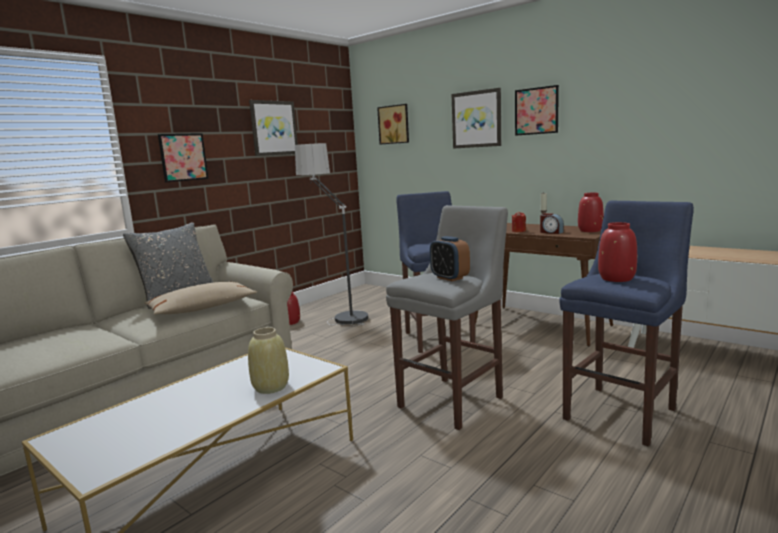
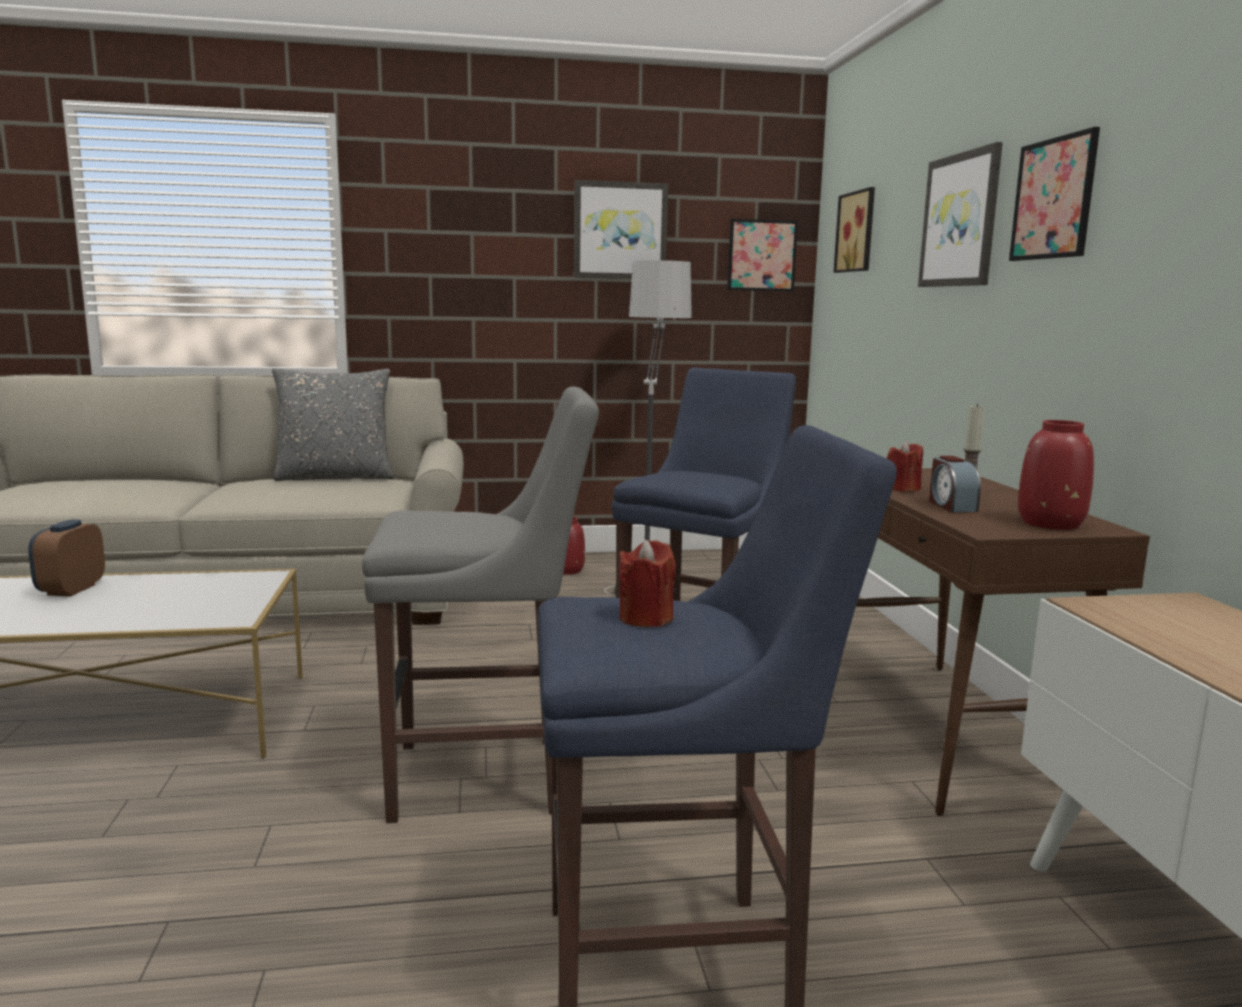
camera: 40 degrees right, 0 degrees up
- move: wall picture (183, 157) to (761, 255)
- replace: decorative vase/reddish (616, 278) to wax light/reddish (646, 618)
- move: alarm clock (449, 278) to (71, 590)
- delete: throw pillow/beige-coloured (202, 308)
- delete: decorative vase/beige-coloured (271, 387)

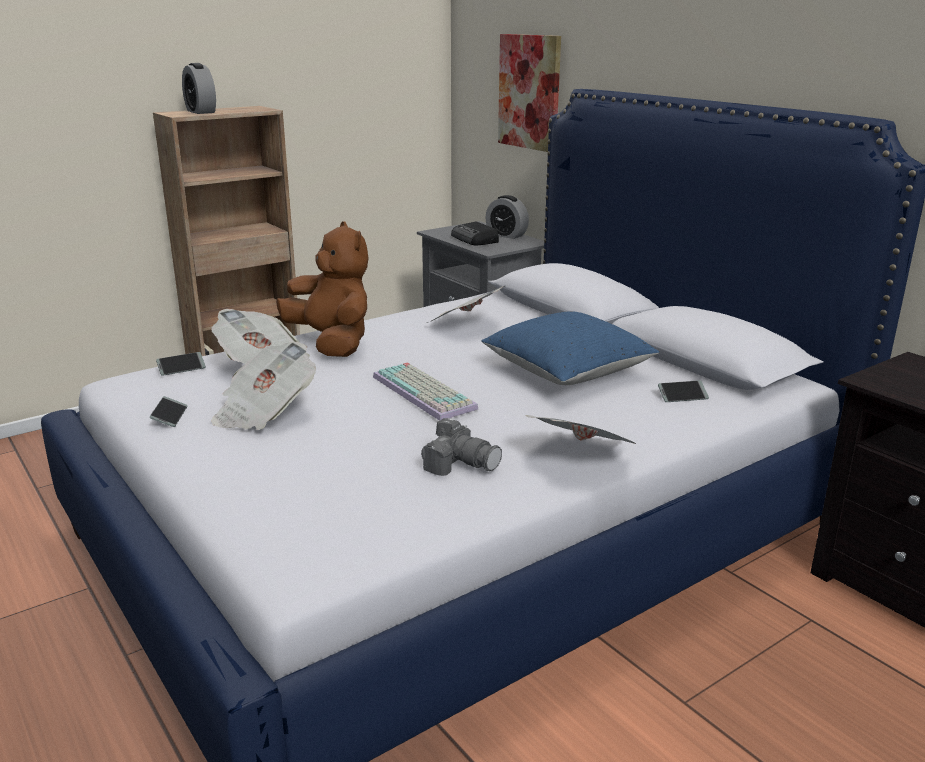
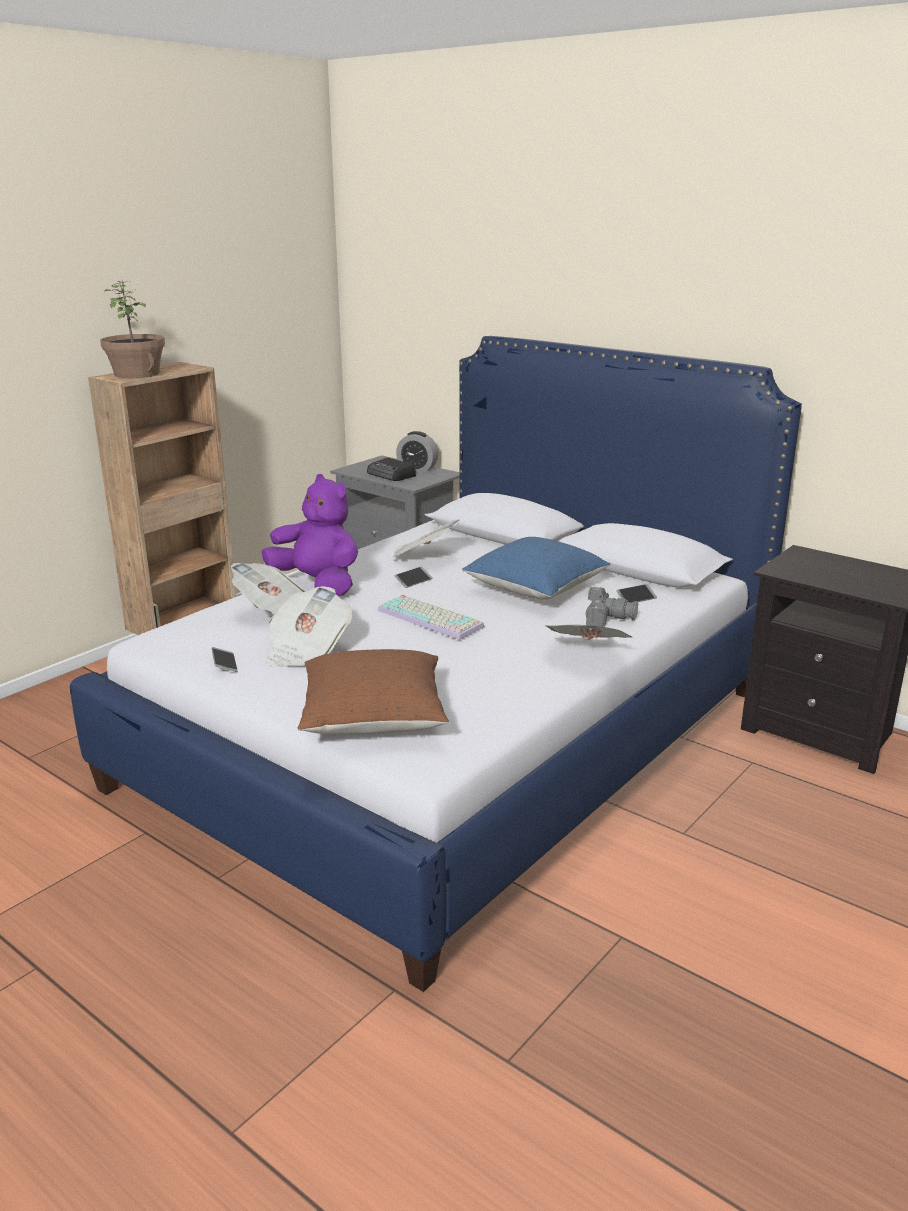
camera: 15 degrees left, 0 degrees up
- delete: wall picture (530, 92)
- replace: alarm clock (201, 112) to potted plant (137, 374)
- recolor: cuddly toy/brown (332, 343) to cuddly toy/purplish (318, 585)
- move: phone (181, 368) to (413, 581)
- move: still camera (460, 464) to (607, 618)
- insert: throw pillow/brown (373, 718)

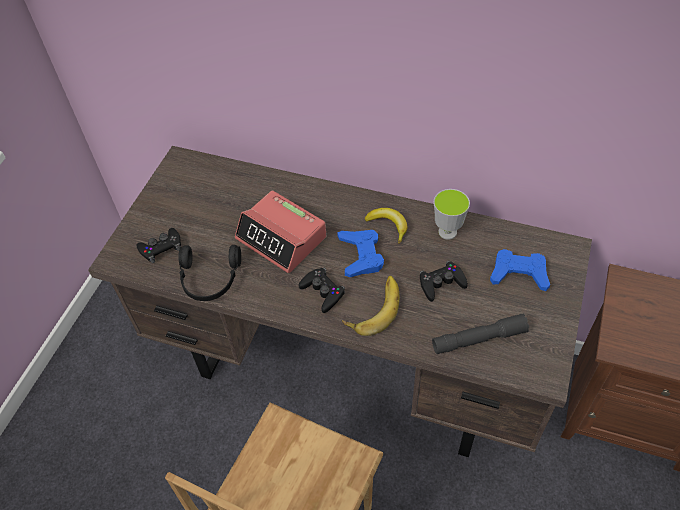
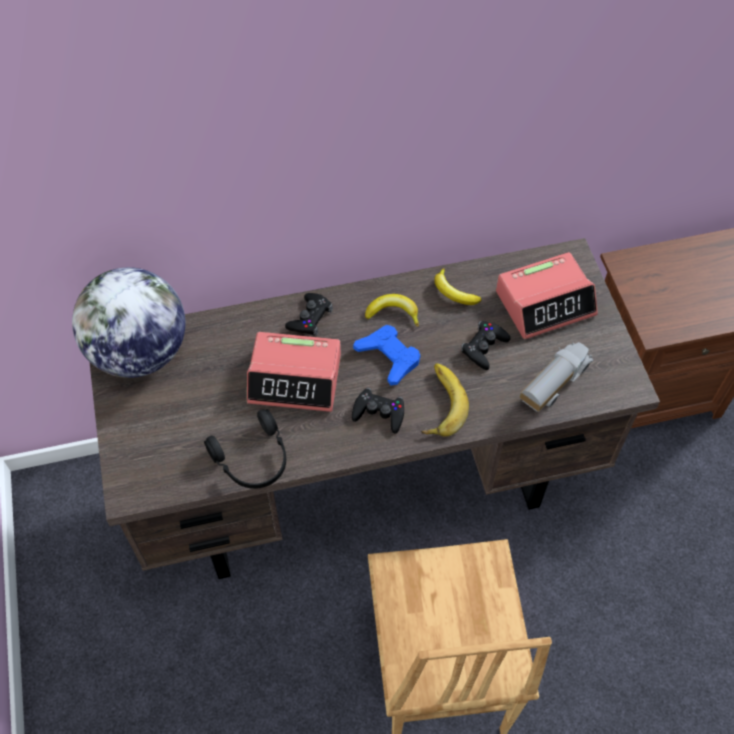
camera: 35 degrees left, 5 degrees up
- replace: cup (447, 232) to banana fruit (454, 292)
- move: game controller/black (161, 248) to (310, 318)
- replace: game controller/blue-coloured (519, 273) to alarm clock (545, 303)
- replace: flashlight/greyish (479, 339) to model truck (553, 383)
- insert: desk globe (139, 353)

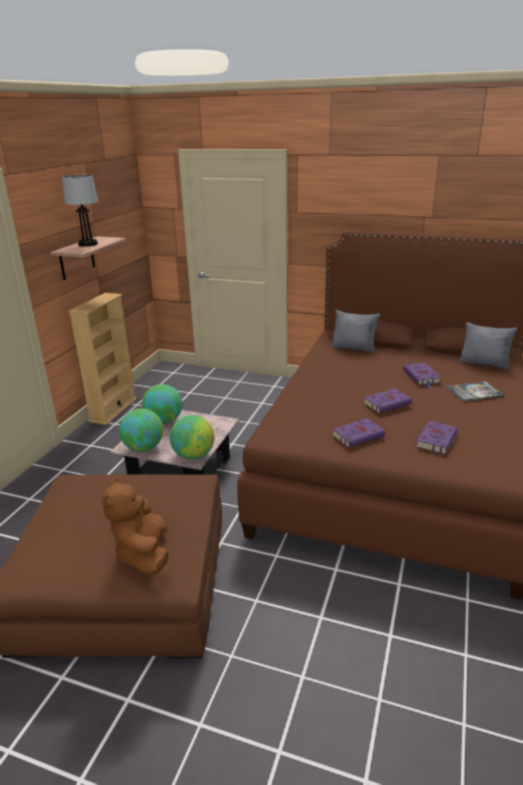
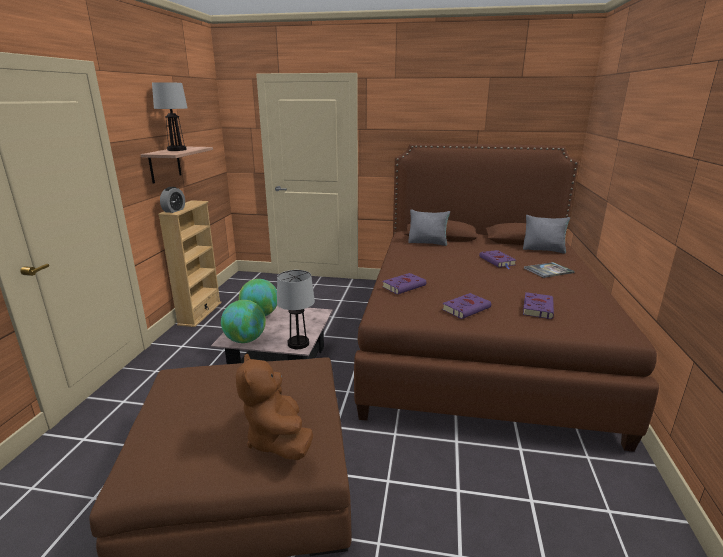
camera: 10 degrees left, 5 degrees down
- move: volume/purplish (388, 403) to (404, 286)
- replace: desk globe (193, 455) to tabletop lamp (298, 343)
- insert: alarm clock (174, 210)

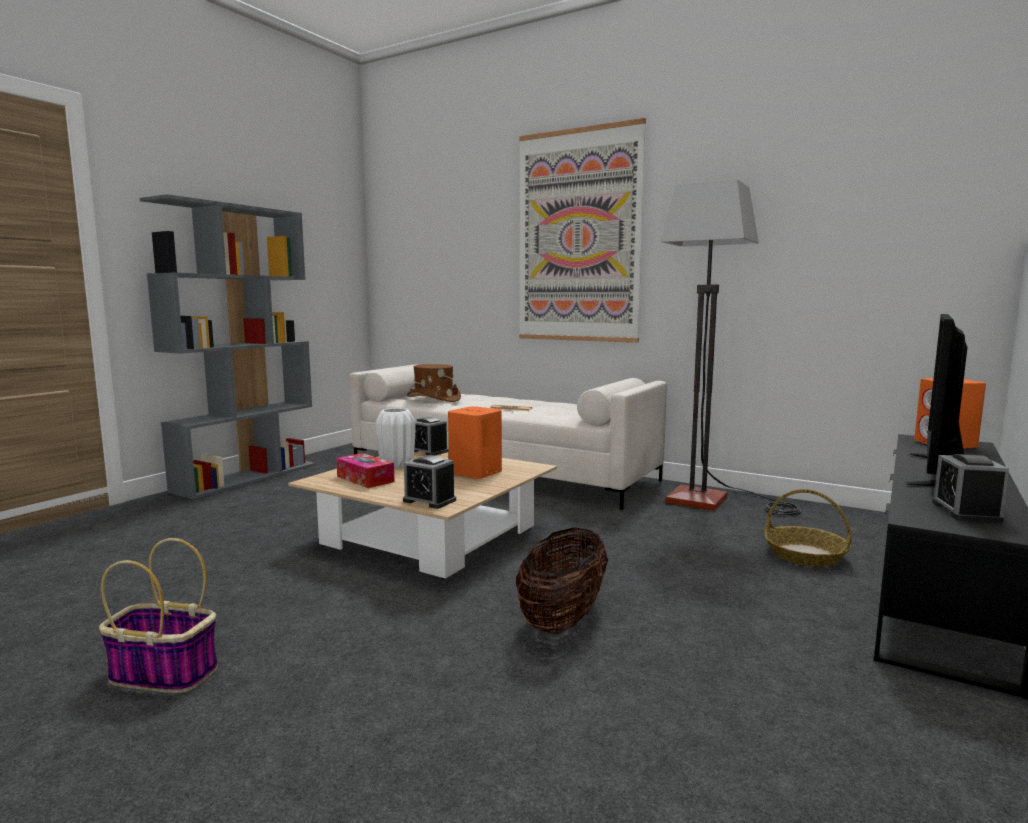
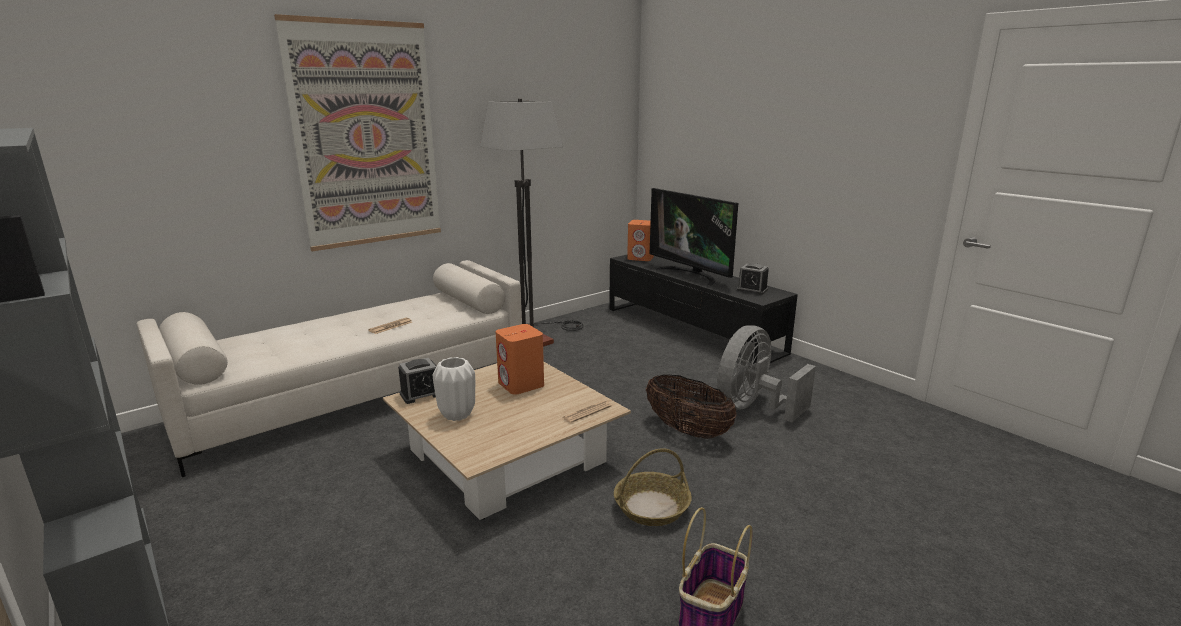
camera: 70 degrees left, 10 degrees up
- delete: clothing hat/brown (433, 399)
- delete: tissue box (365, 479)
- replace: alarm clock (429, 500) to newspaper (587, 412)
- move: storage basket (804, 555) to (651, 507)
- insert: cooling fan/greyish (753, 408)

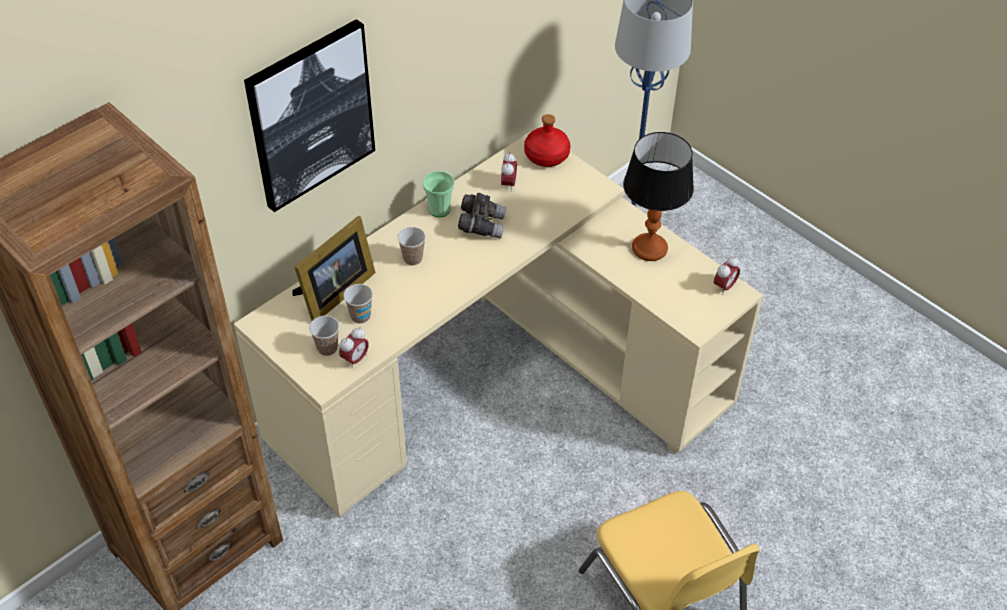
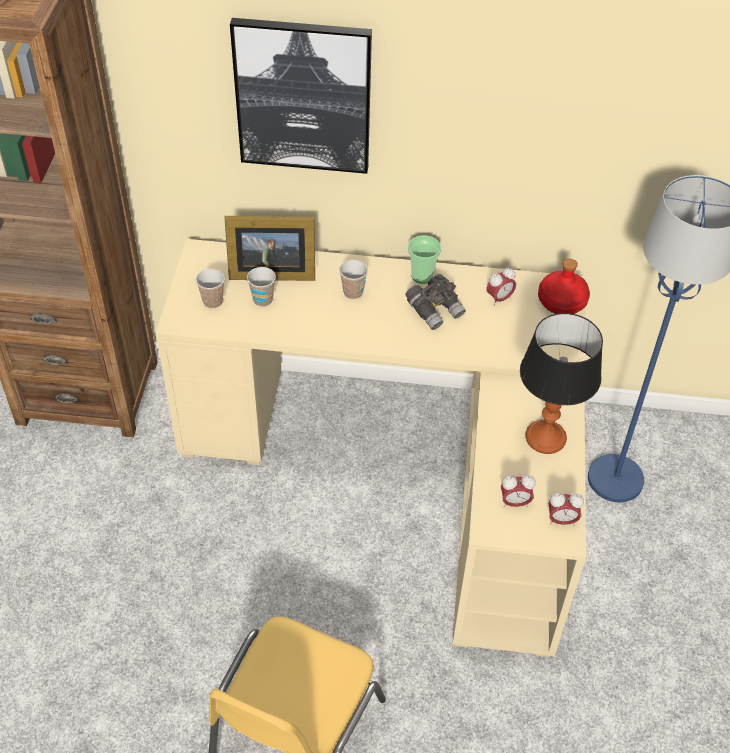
camera: 50 degrees right, 0 degrees up
- move: alarm clock (355, 359) to (514, 502)

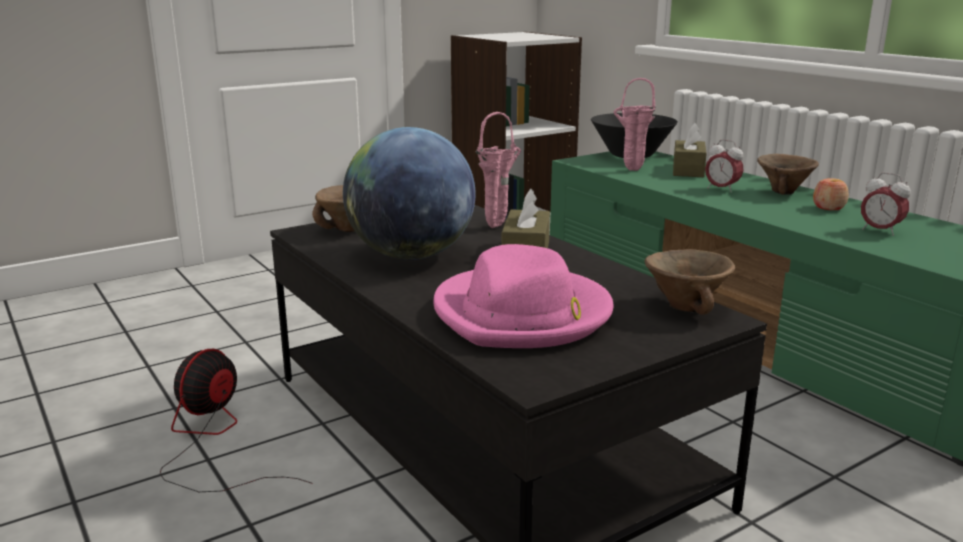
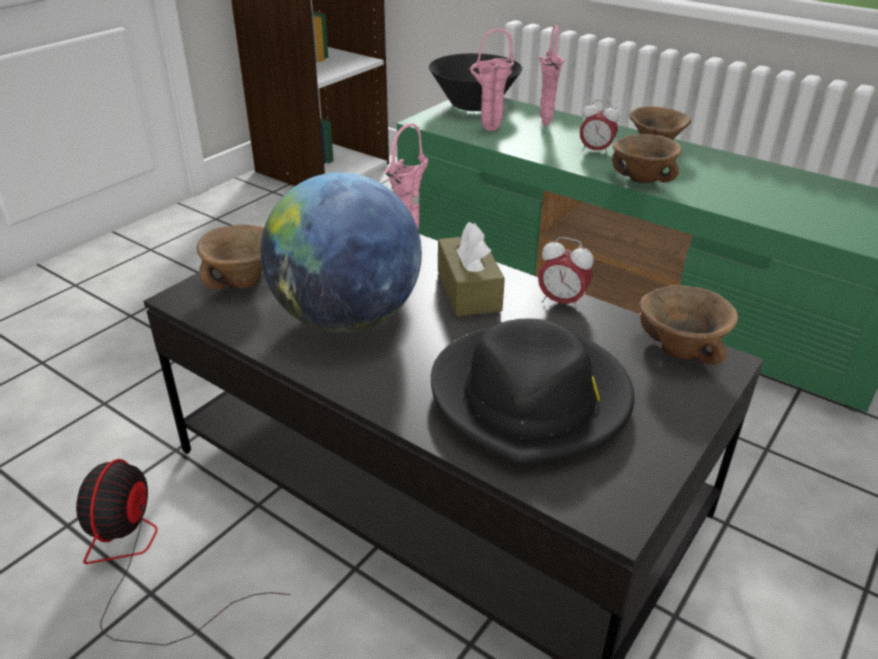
camera: 20 degrees left, 15 degrees up
- replace: tissue box/brown (688, 170) to decorative vase/pink-coloured (544, 123)
- move: alarm clock (880, 231) to (561, 302)
- delete: whole apple (828, 208)
- recolor: clothing hat/pink-coloured (523, 314) to clothing hat/black (531, 398)
- insert: bowl/brown (643, 180)

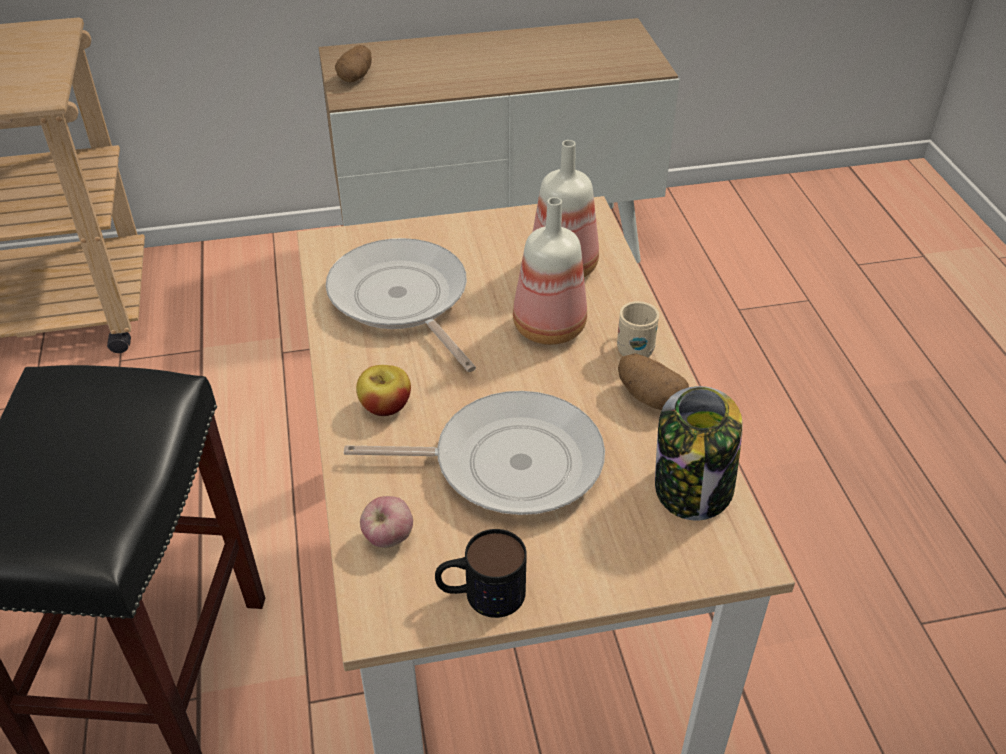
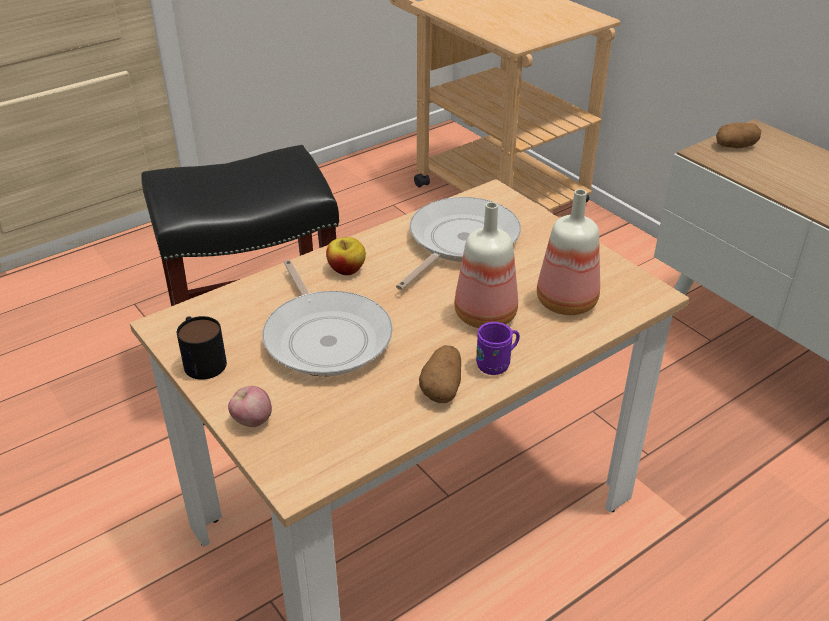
camera: 65 degrees right, 5 degrees down
- recolor: mug/beige-coloured (633, 347) to mug/purplish (497, 364)
- delete: jar (693, 489)
- move: whole apple (388, 538) to (252, 421)

